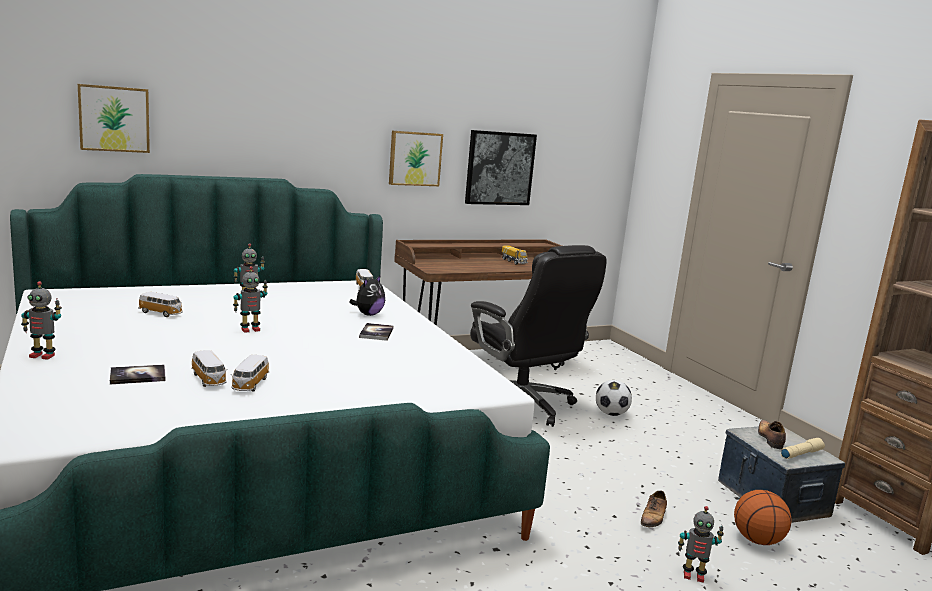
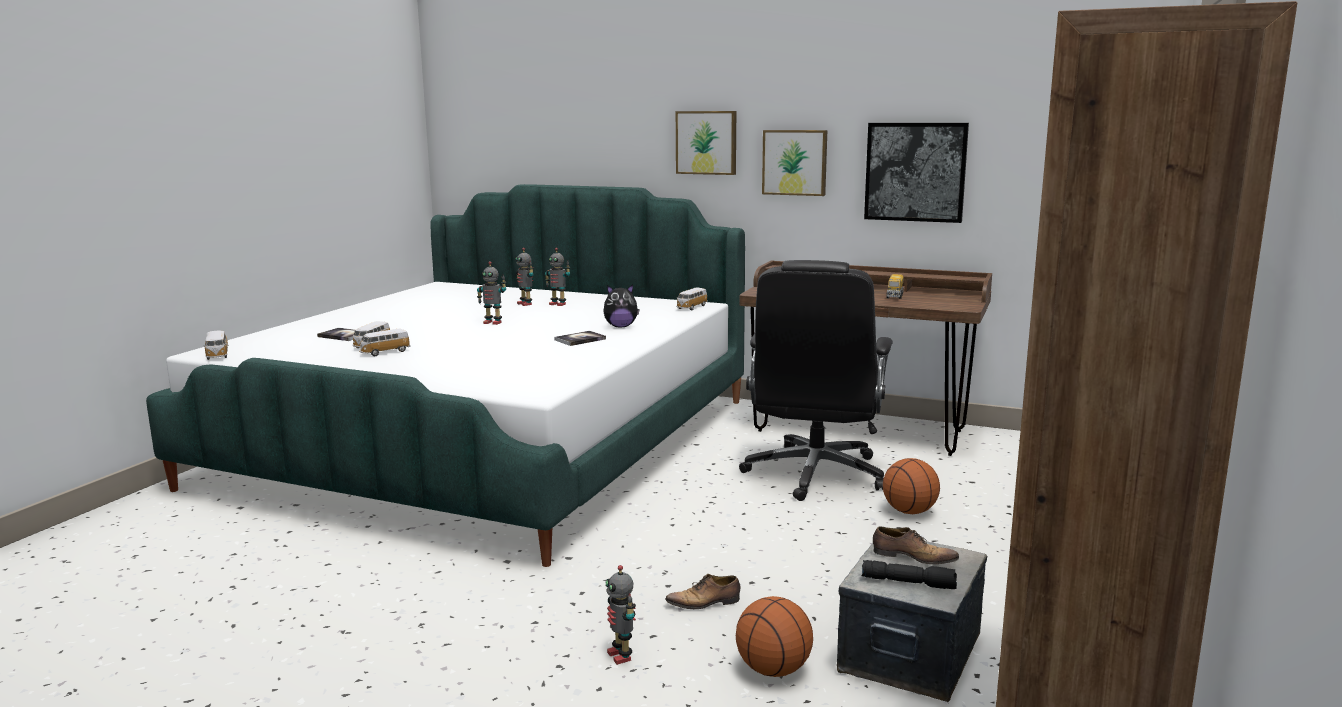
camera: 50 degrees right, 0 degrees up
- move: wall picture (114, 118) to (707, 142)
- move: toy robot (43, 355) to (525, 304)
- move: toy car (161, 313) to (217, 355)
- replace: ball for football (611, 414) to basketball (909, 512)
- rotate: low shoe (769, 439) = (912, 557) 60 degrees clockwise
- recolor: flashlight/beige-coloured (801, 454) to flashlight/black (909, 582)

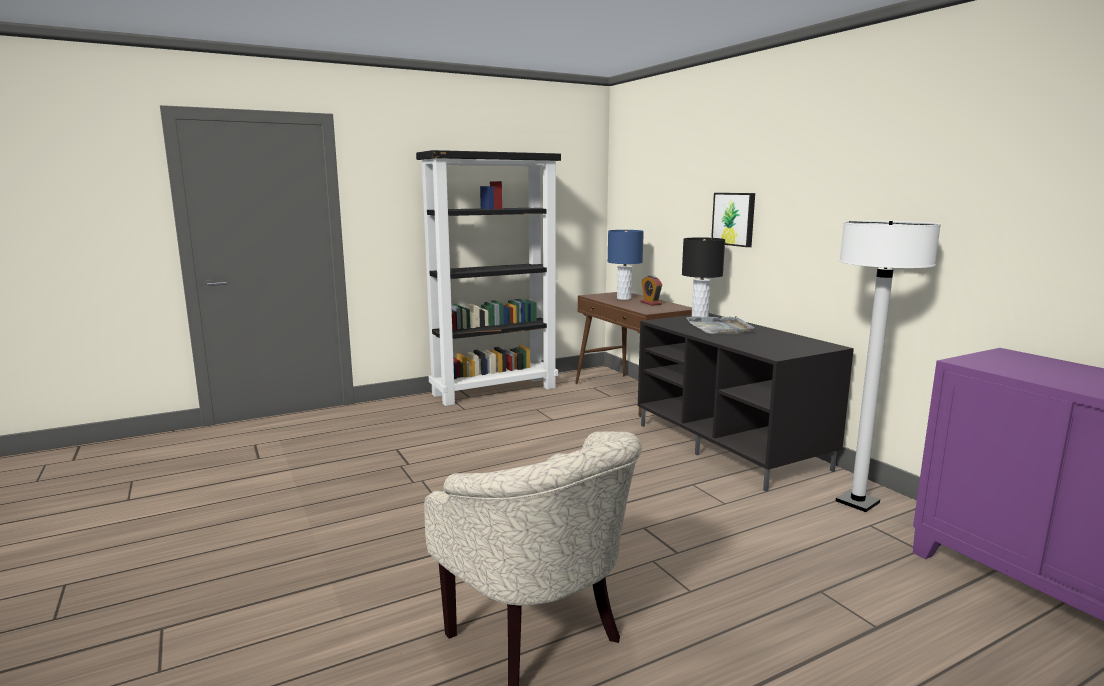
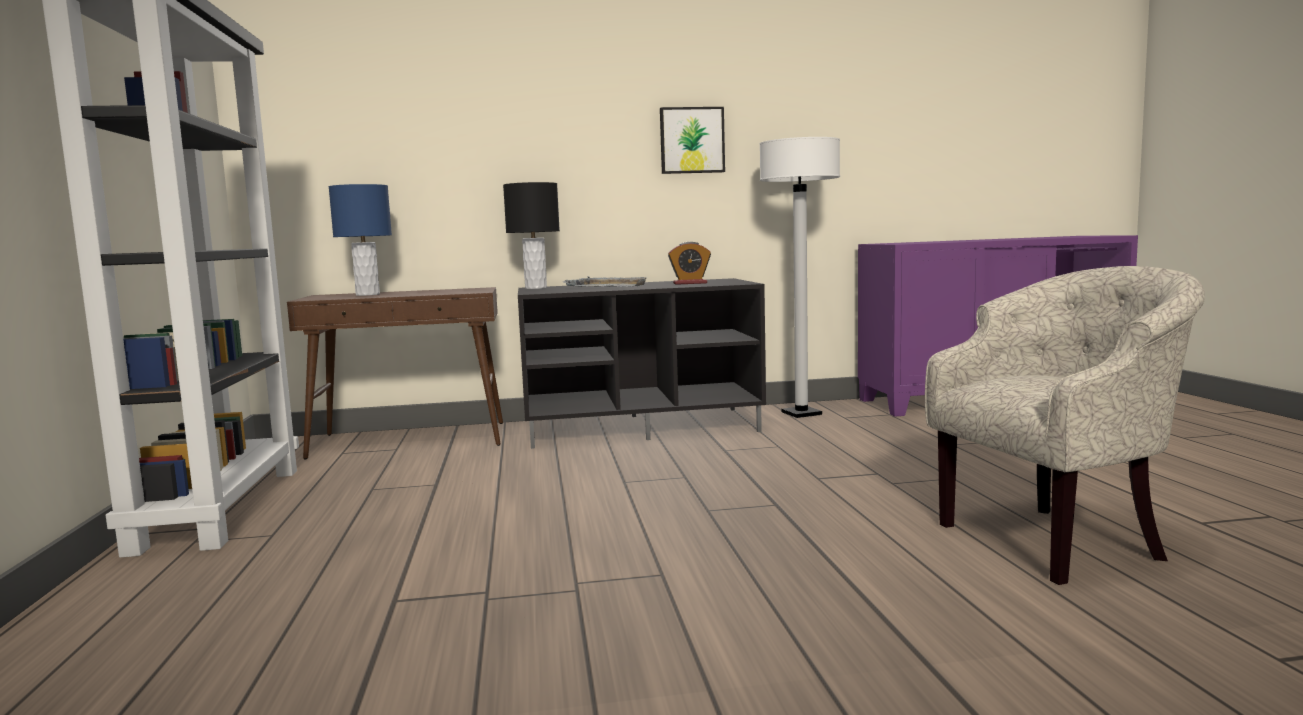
camera: 70 degrees left, 5 degrees down
- move: wall picture (734, 219) to (692, 140)
- move: alarm clock (650, 303) to (690, 283)

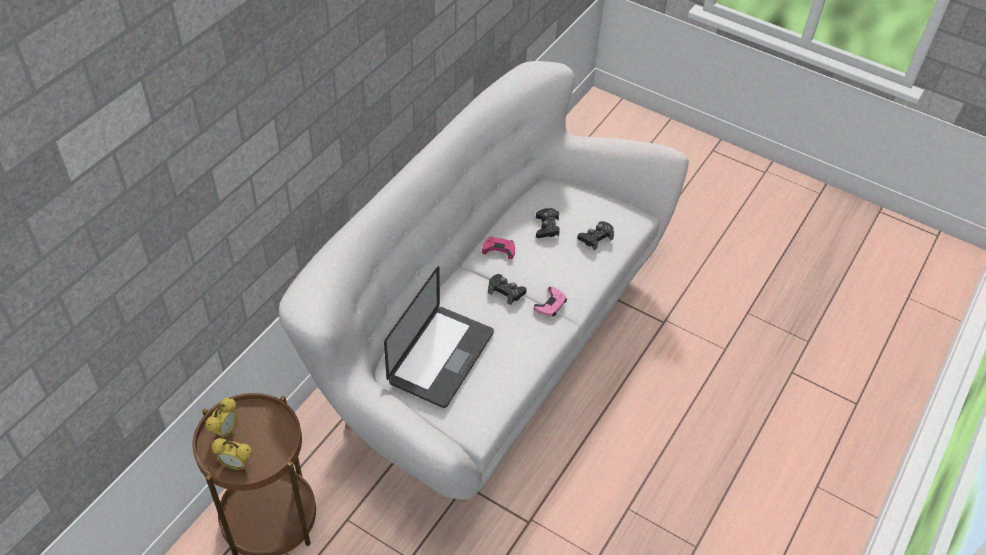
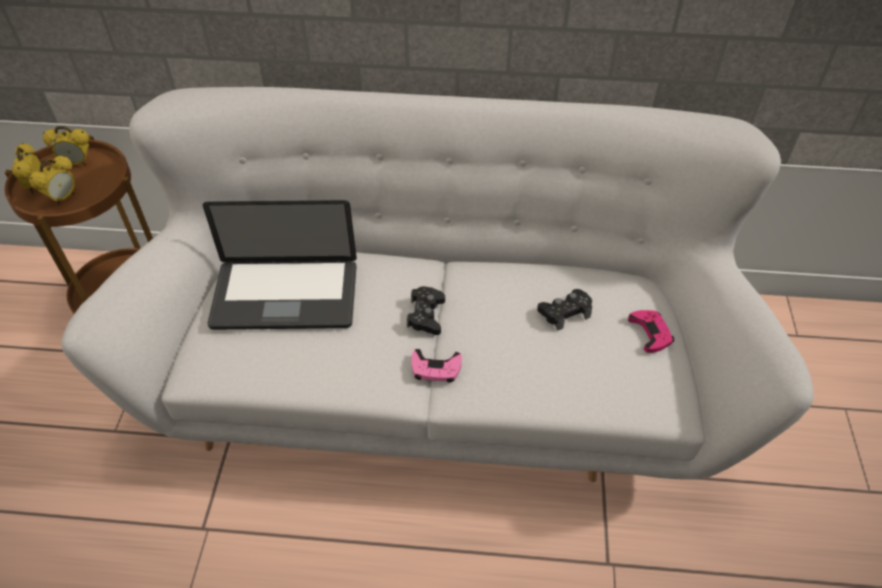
camera: 65 degrees right, 0 degrees up
- delete: game controller/black (596, 238)
- move: game controller/pink-coloured (499, 249) to (650, 333)
- insert: alarm clock (63, 198)

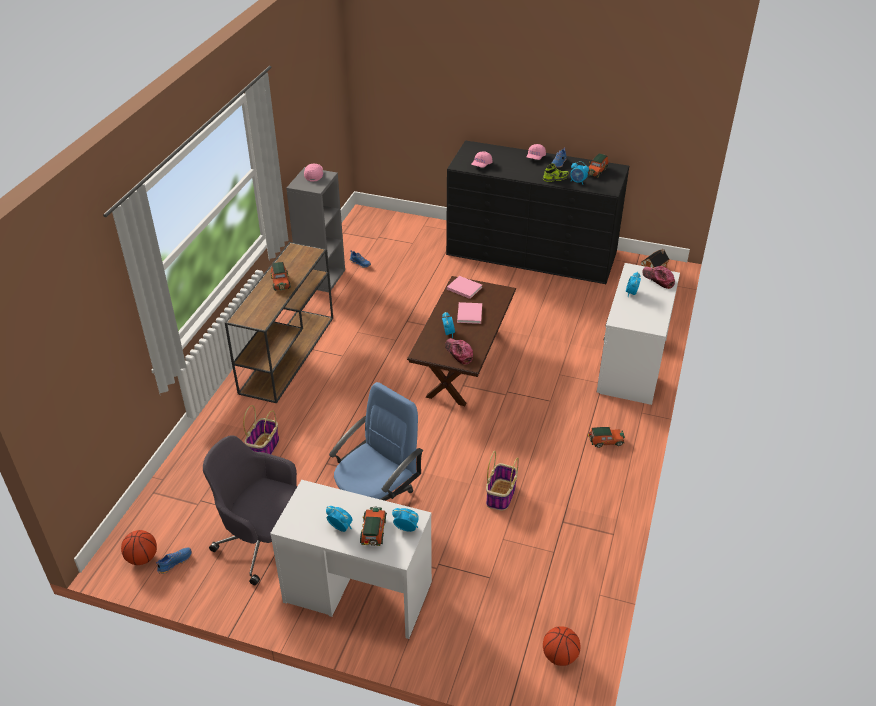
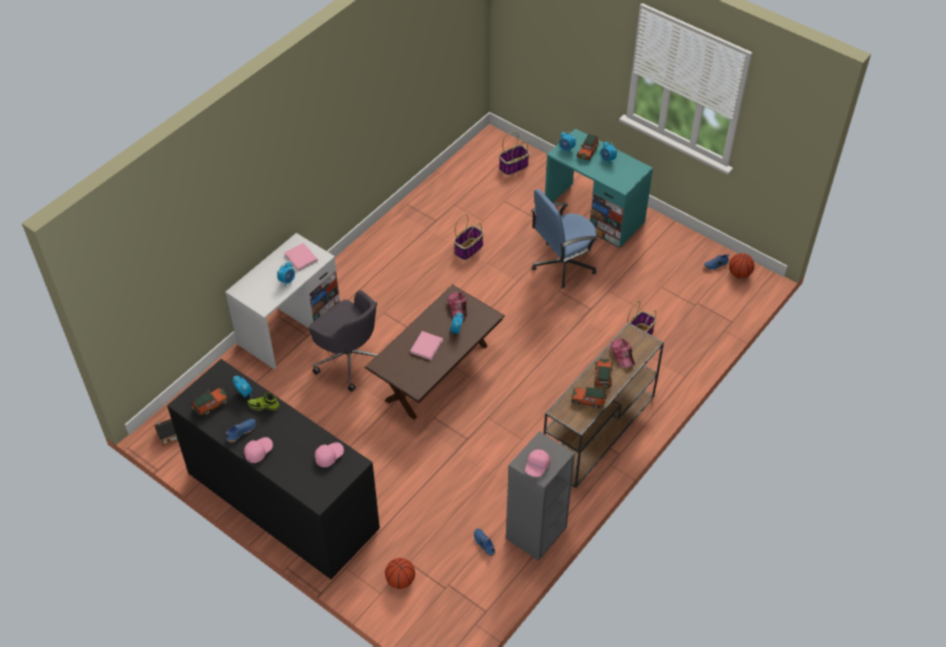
camera: 160 degrees left, 10 degrees up
- move: baseball cap (658, 279) to (622, 355)
- move: volume/pink-coloured (463, 288) to (301, 258)
- move: toy car (605, 441) to (588, 400)
- move: desk chair/greyish (264, 542) to (349, 358)
- recolor: desk unit/white-coloured (357, 592) to desk unit/turquoise (594, 215)
- move: basketball (559, 656) to (400, 580)
- insert: storage basket (513, 167)

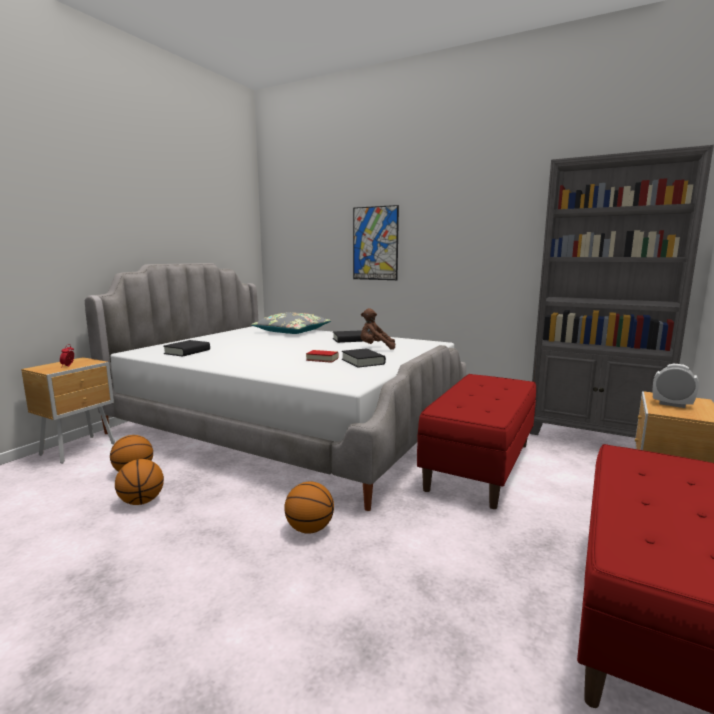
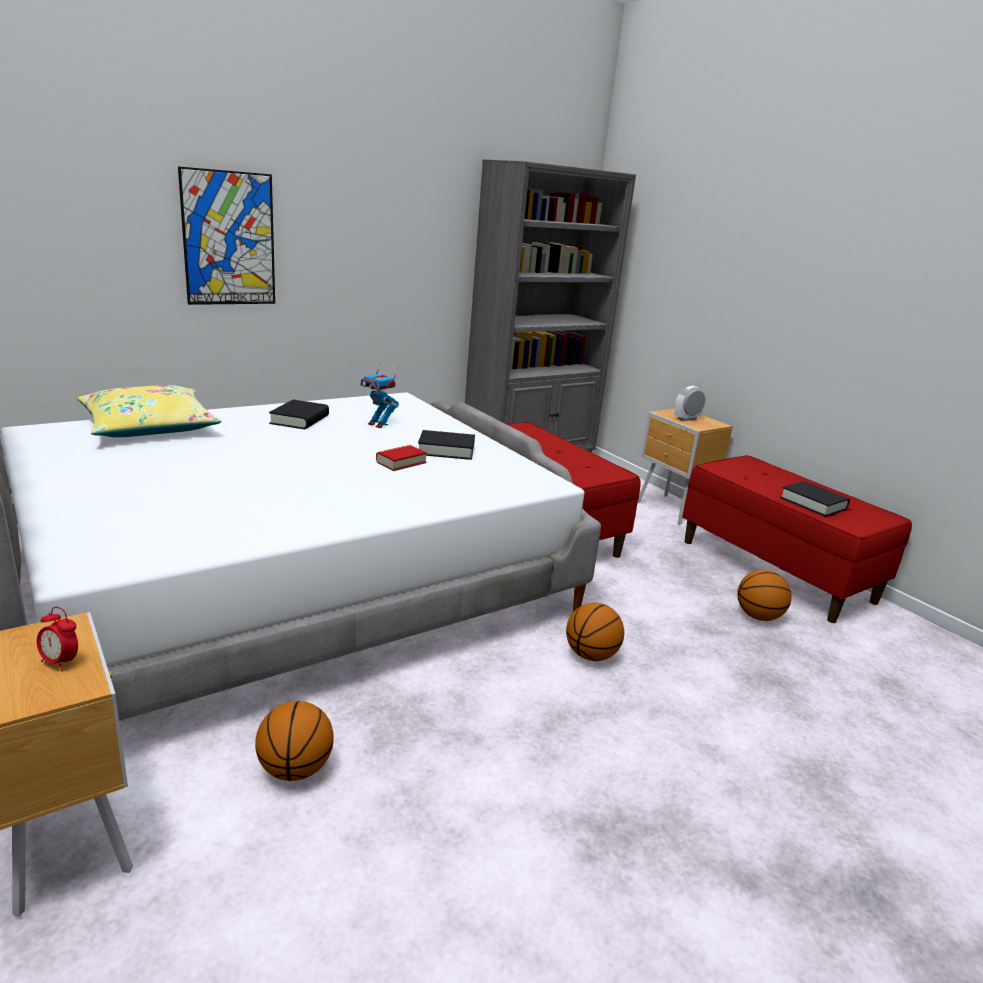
camera: 65 degrees left, 10 degrees up
- replace: cuddly toy/brown (375, 348) to toy robot (378, 425)
- recolor: throw pillow/greyish (292, 331) to throw pillow/yellow-coloured (149, 427)
- move: volume/black (187, 352) to (813, 503)
- move: basketball (142, 501) to (758, 616)

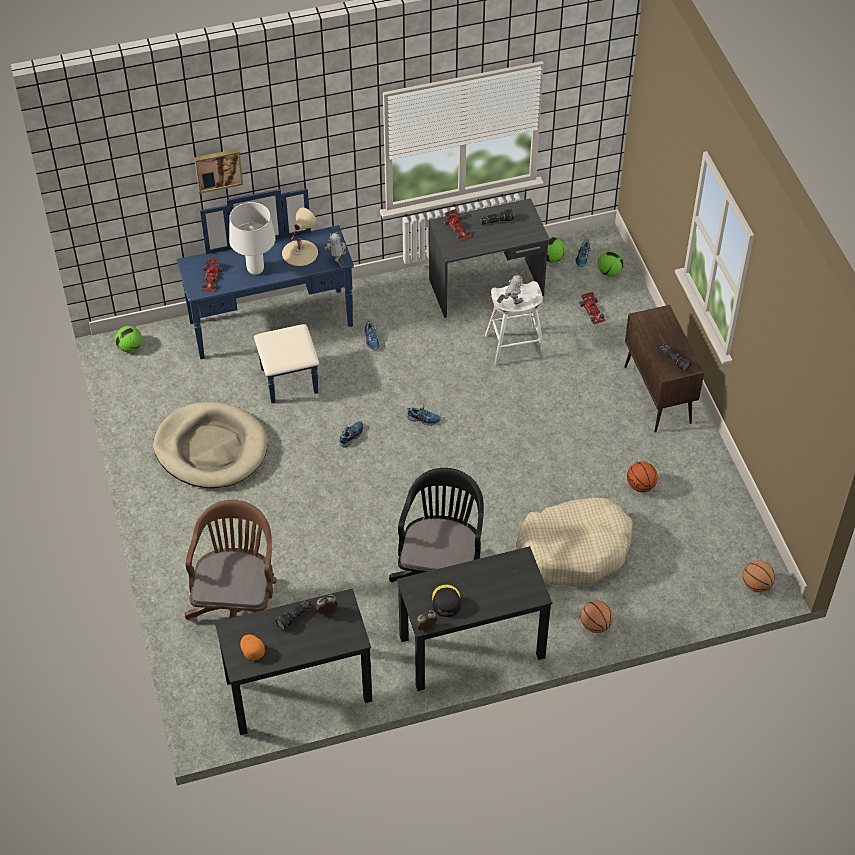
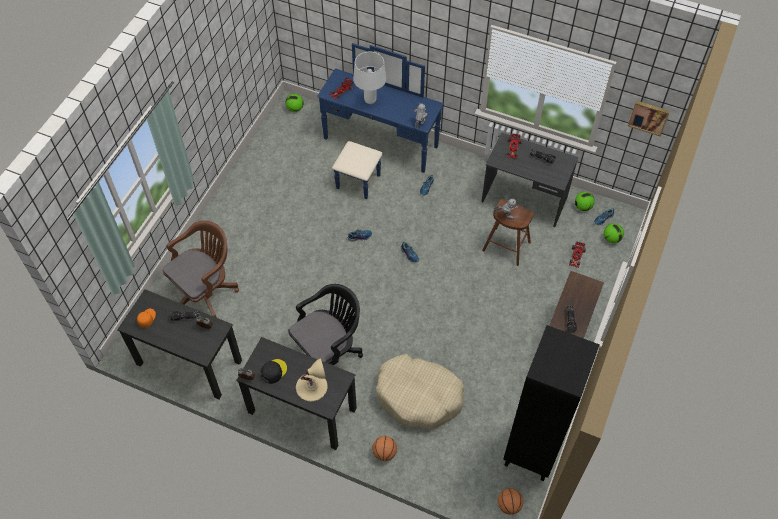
camera: 40 degrees right, 5 degrees up
- move: wall picture (218, 169) to (649, 117)
- move: tabletop lamp/beige-coloured (300, 252) to (311, 386)
- recolor: stool/white-coloured (515, 346) to stool/brown (506, 246)
- delete: dog cushion/beige-coloured (211, 448)
- delete: basketball (641, 486)
- insert: bookshelf/black (532, 452)

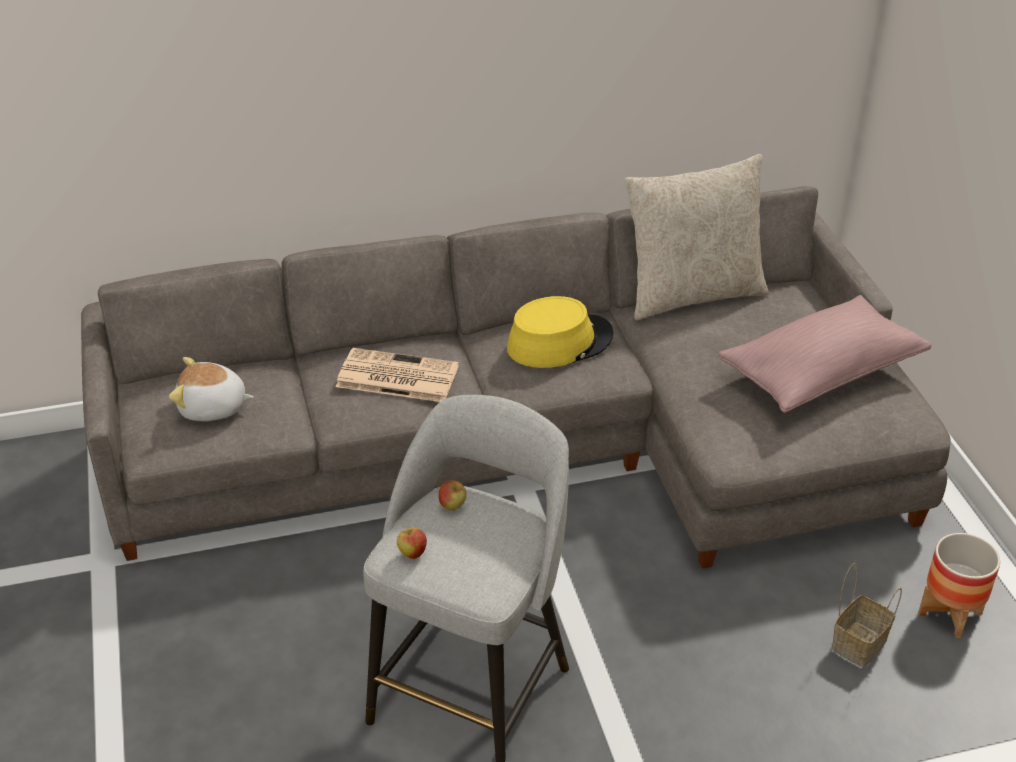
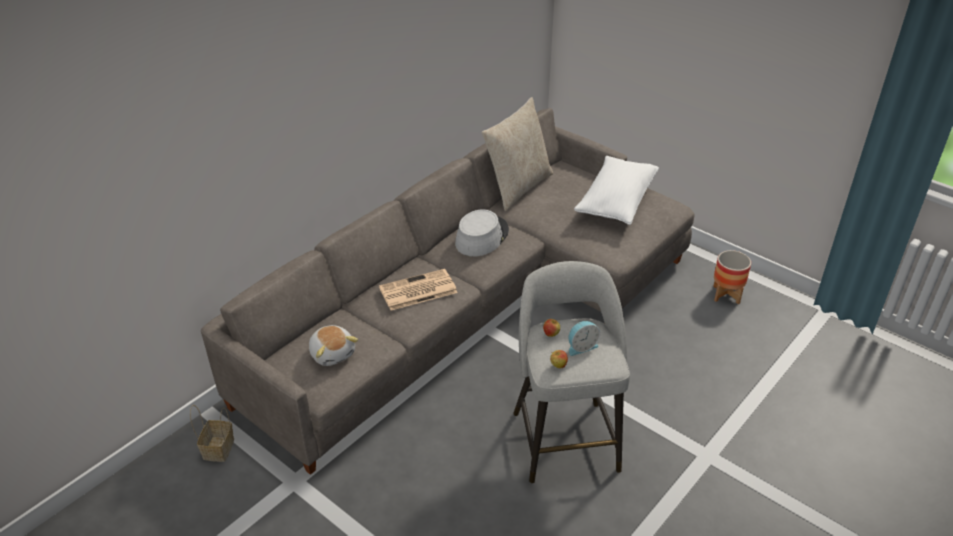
camera: 35 degrees left, 0 degrees up
- recolor: throw pillow/pink-coloured (820, 373) to throw pillow/white-coloured (616, 201)
- recolor: clothing hat/yellow-coloured (559, 342) to clothing hat/greyish (481, 237)
- rotate: cuddly toy (212, 408) = (332, 353) 90 degrees counterclockwise
- move: storage basket (859, 642) to (218, 448)
- insert: alarm clock (581, 346)

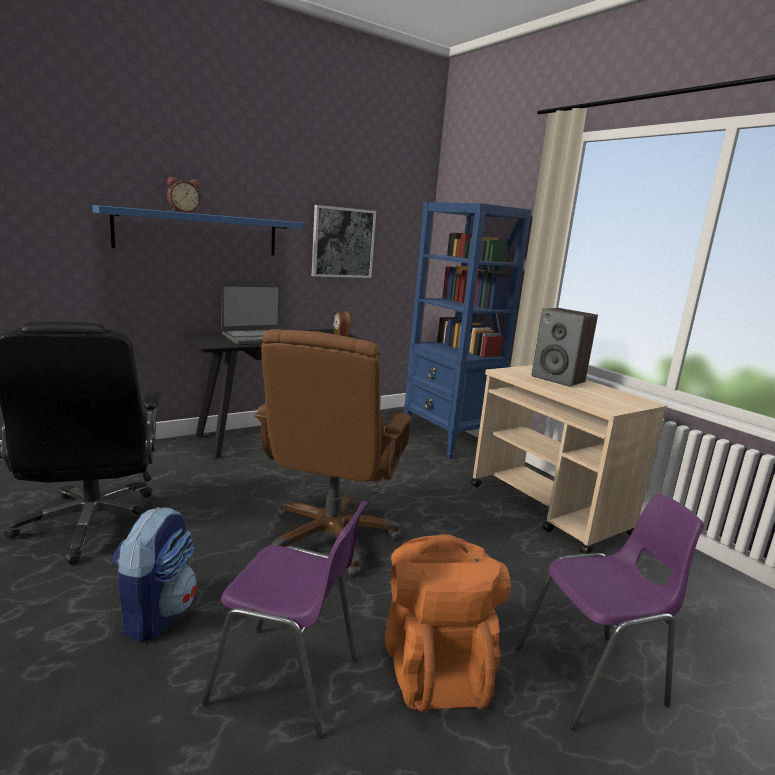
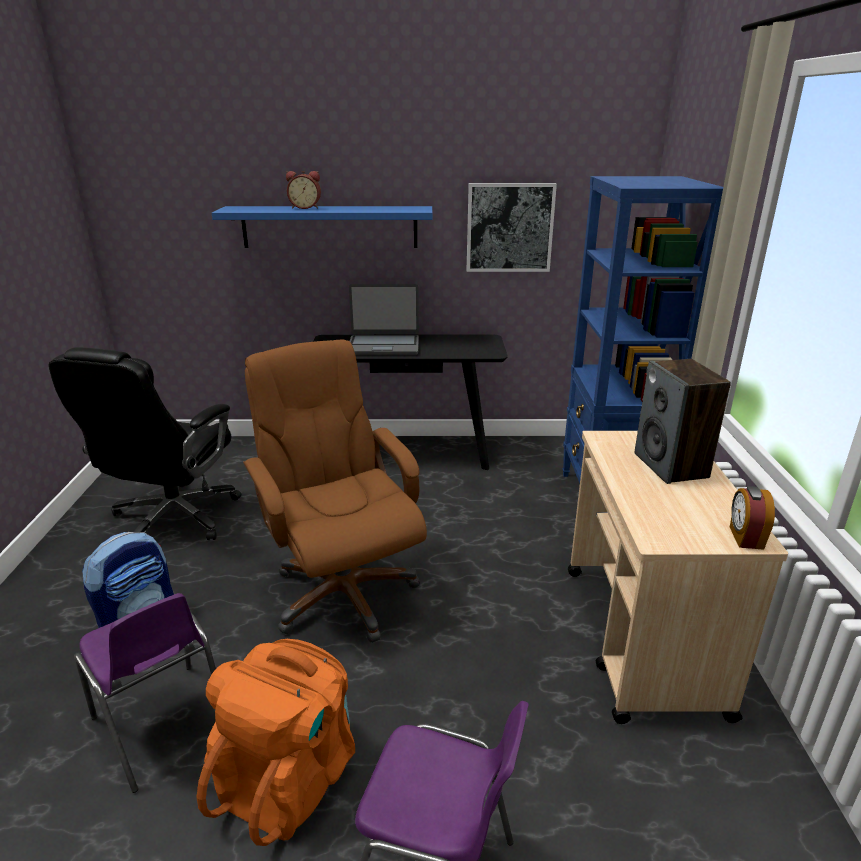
camera: 35 degrees right, 10 degrees up
- move: alarm clock (340, 334) to (745, 538)
- rotate: desk chair/brown (331, 537) = (343, 592) 105 degrees clockwise

